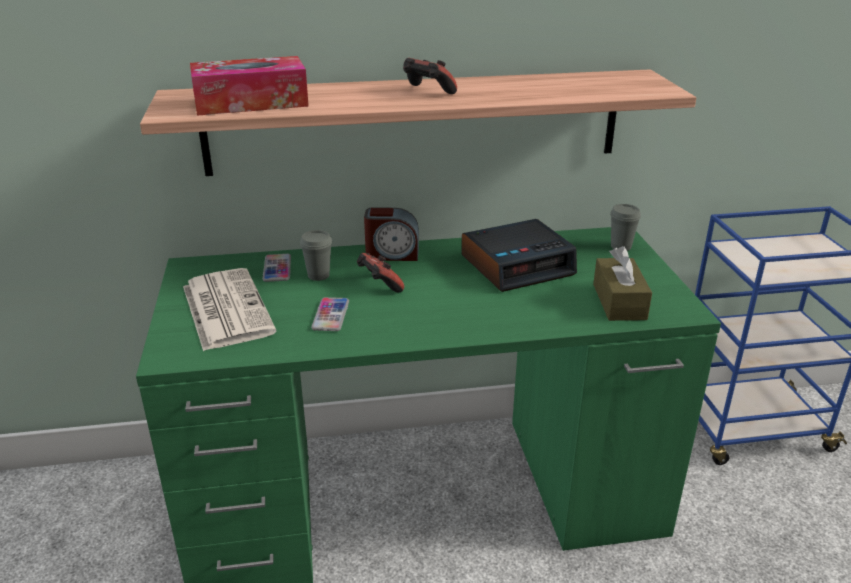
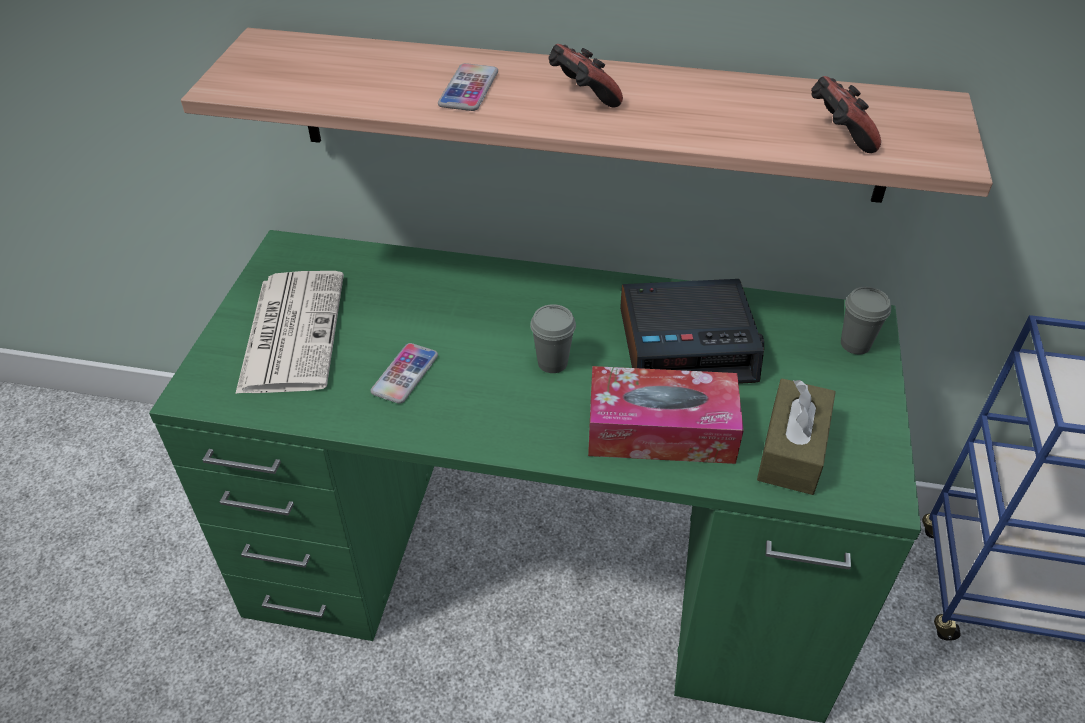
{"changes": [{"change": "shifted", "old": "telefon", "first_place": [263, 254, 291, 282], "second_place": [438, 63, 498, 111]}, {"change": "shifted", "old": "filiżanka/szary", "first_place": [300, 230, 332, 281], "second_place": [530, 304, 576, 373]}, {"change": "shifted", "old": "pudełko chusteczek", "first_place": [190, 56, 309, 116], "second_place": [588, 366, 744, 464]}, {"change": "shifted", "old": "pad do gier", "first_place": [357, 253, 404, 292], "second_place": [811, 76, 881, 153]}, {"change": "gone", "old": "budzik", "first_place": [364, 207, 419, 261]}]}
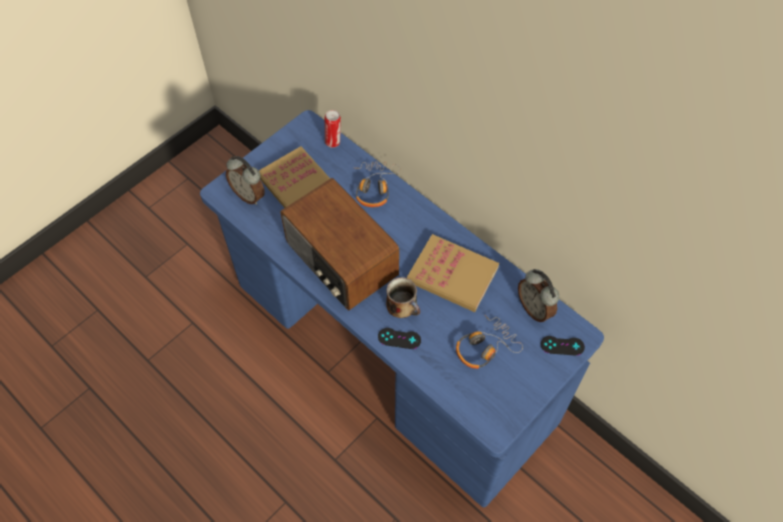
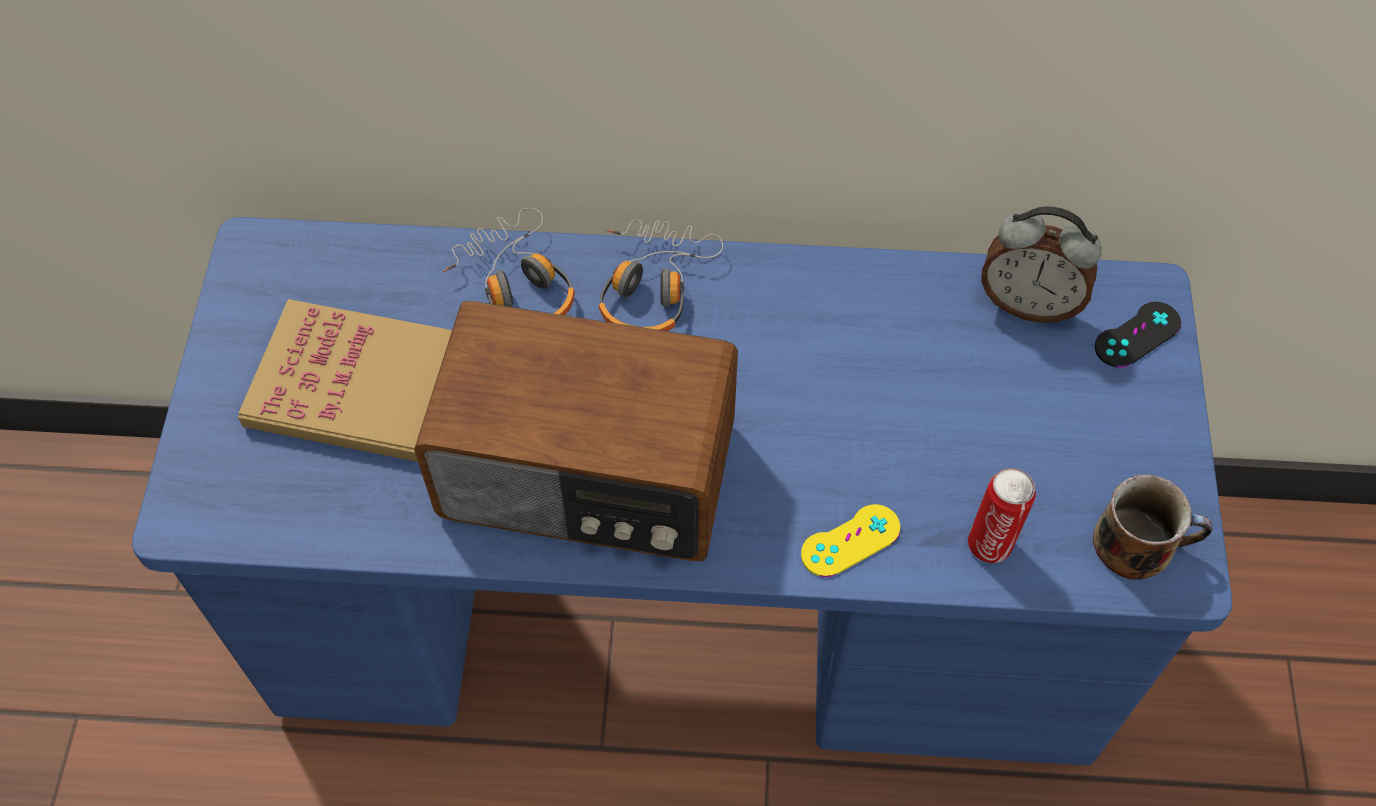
{"changes": [{"change": "shifted", "old": "słuchawki", "first_place": [456, 315, 523, 369], "second_place": [599, 219, 723, 331]}, {"change": "repainted", "old": "pad do gier/czarny", "new": "pad do gier/żółty", "first_place": [378, 328, 421, 349], "second_place": [801, 504, 900, 577]}, {"change": "shifted", "old": "puszka", "first_place": [325, 110, 341, 148], "second_place": [968, 468, 1036, 563]}, {"change": "shifted", "old": "kubek", "first_place": [386, 277, 420, 318], "second_place": [1093, 474, 1212, 580]}, {"change": "gone", "old": "budzik", "first_place": [226, 156, 265, 205]}, {"change": "gone", "old": "książka", "first_place": [407, 234, 499, 312]}]}
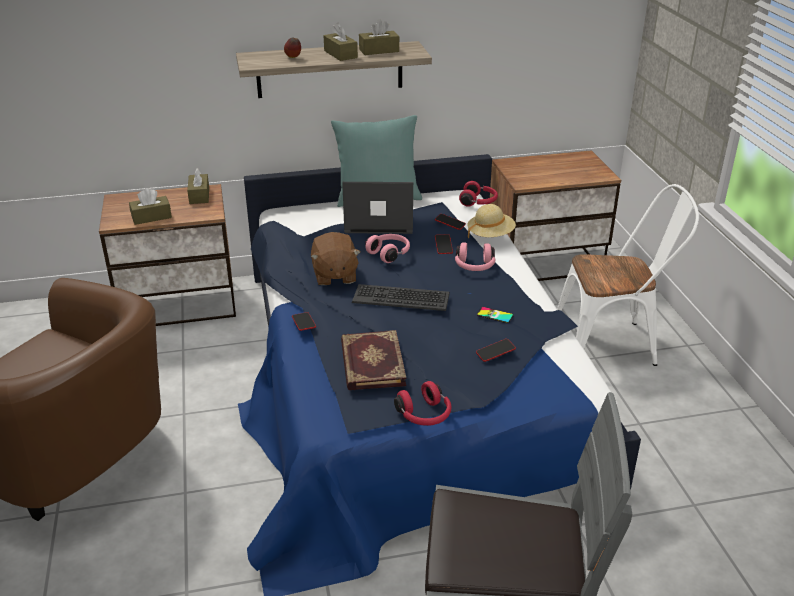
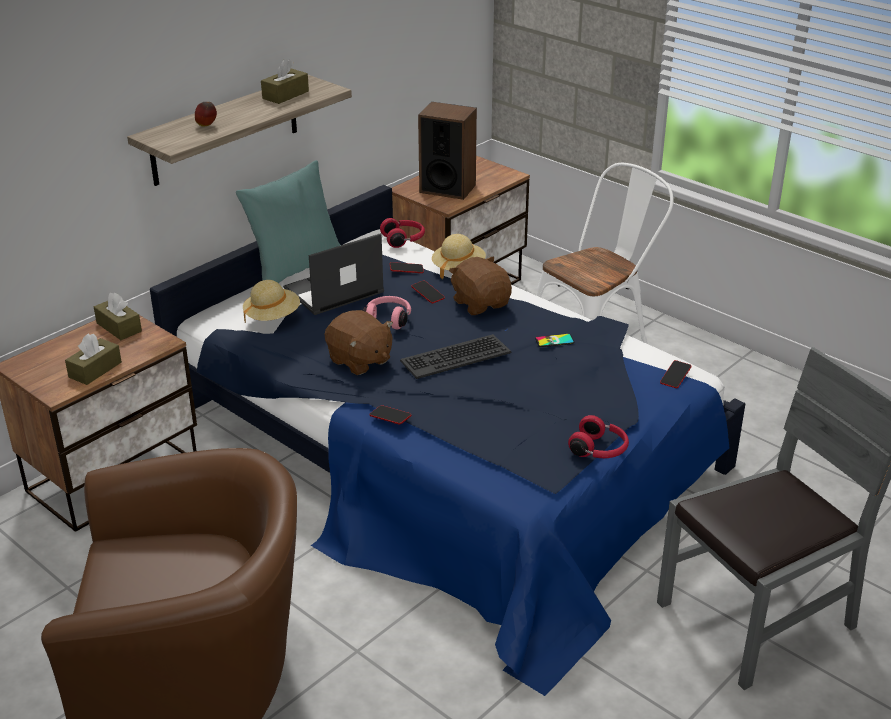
{"changes": [{"change": "new", "new": "kapelusz/beżowy", "second_place": [243, 280, 300, 323]}, {"change": "new", "new": "głośnik", "second_place": [418, 102, 477, 200]}, {"change": "swapped", "old": "słuchawki/różowy", "new": "pluszak/brązowy", "first_place": [455, 242, 495, 271], "second_place": [449, 256, 512, 315]}, {"change": "shifted", "old": "telefon", "first_place": [476, 339, 516, 362], "second_place": [660, 360, 691, 388]}, {"change": "gone", "old": "pudełko chusteczek/brązowy", "first_place": [324, 23, 358, 61]}, {"change": "gone", "old": "książka", "first_place": [341, 330, 406, 390]}]}
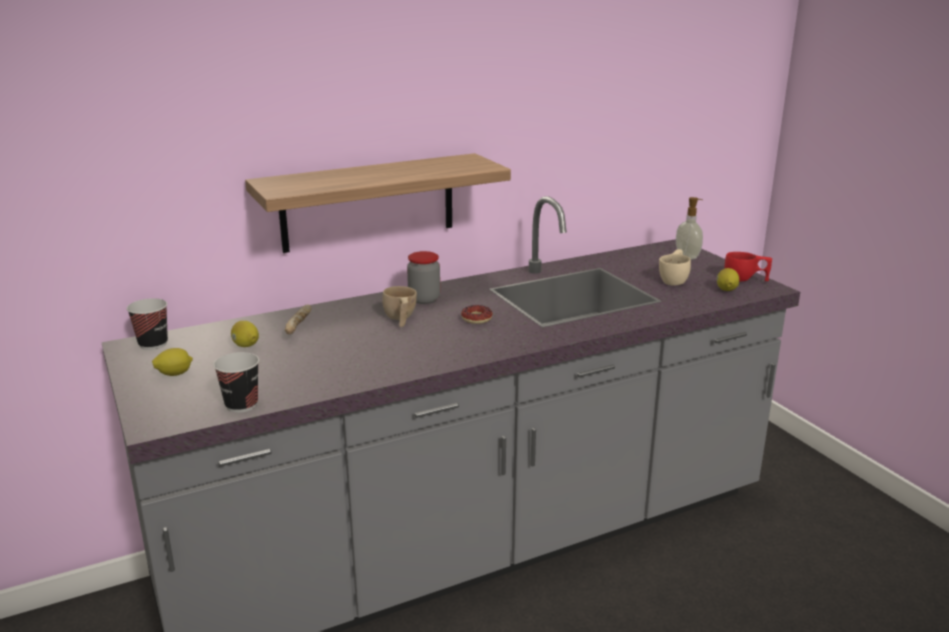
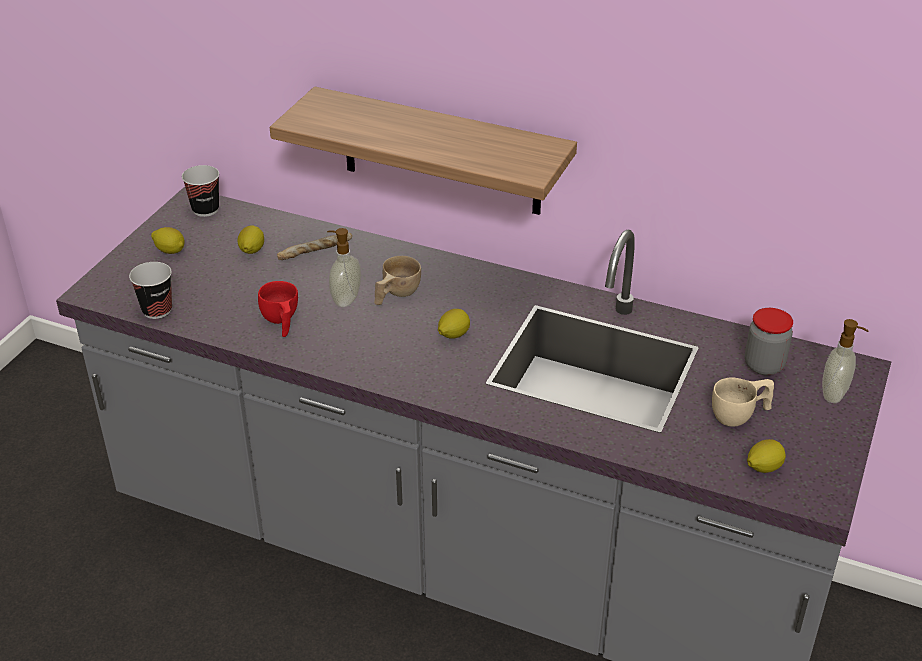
{"changes": [{"change": "shifted", "old": "filiżanka/czerwony", "first_place": [725, 252, 772, 281], "second_place": [258, 281, 298, 337]}, {"change": "new", "new": "dozownik mydła", "second_place": [327, 228, 361, 307]}, {"change": "swapped", "old": "donut", "new": "cytryna", "first_place": [461, 305, 492, 324], "second_place": [438, 309, 470, 339]}, {"change": "shifted", "old": "słoik", "first_place": [407, 251, 440, 304], "second_place": [745, 308, 793, 375]}]}
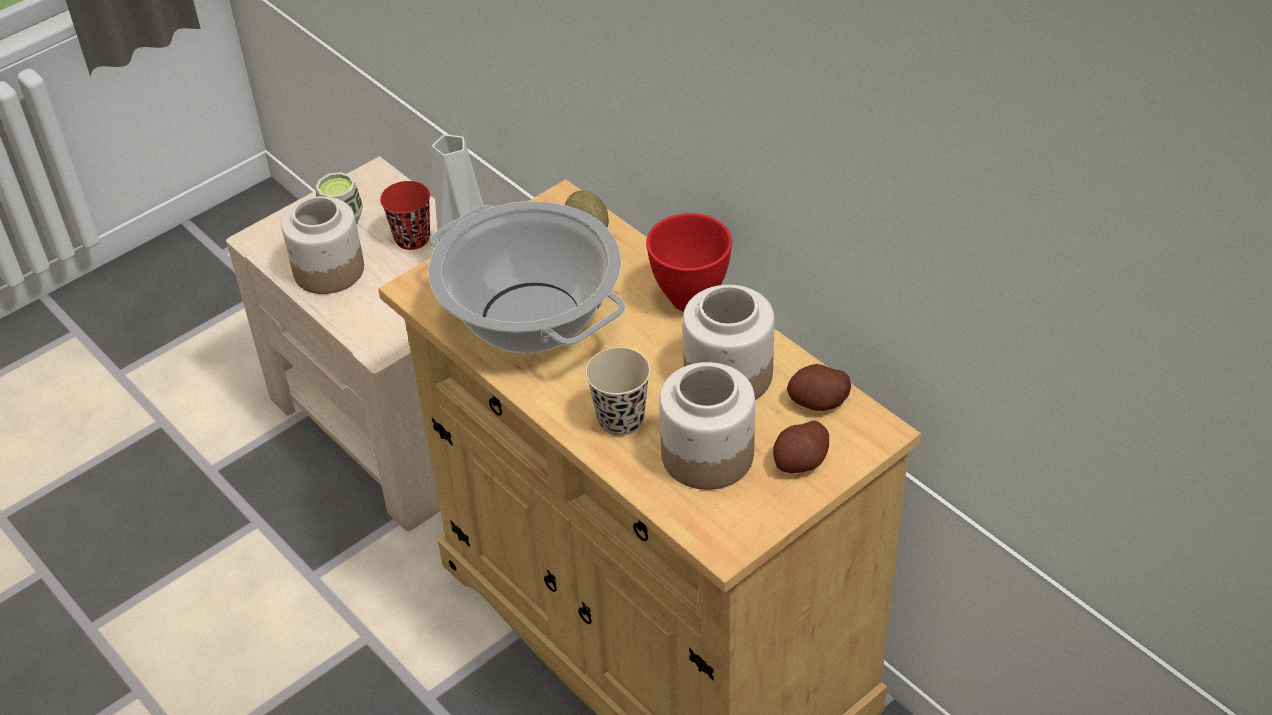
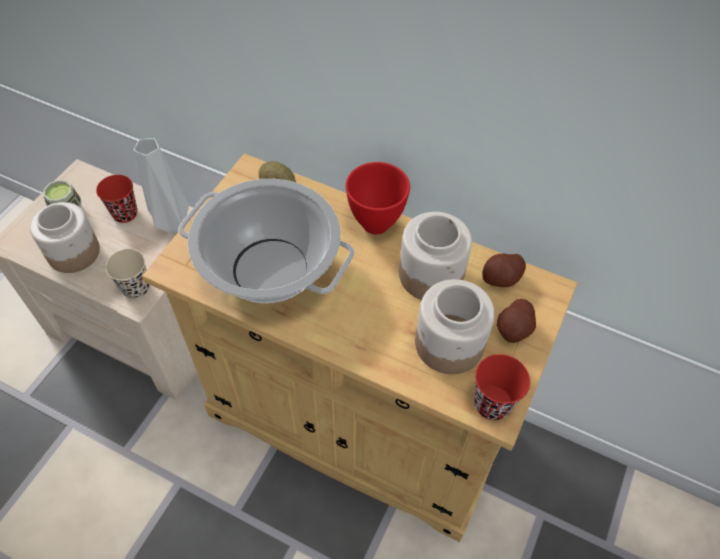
{"changes": [{"change": "shifted", "old": "filiżanka/beżowy", "first_place": [585, 347, 651, 436], "second_place": [105, 249, 149, 299]}, {"change": "new", "new": "filiżanka/czerwony", "second_place": [474, 354, 530, 420]}]}
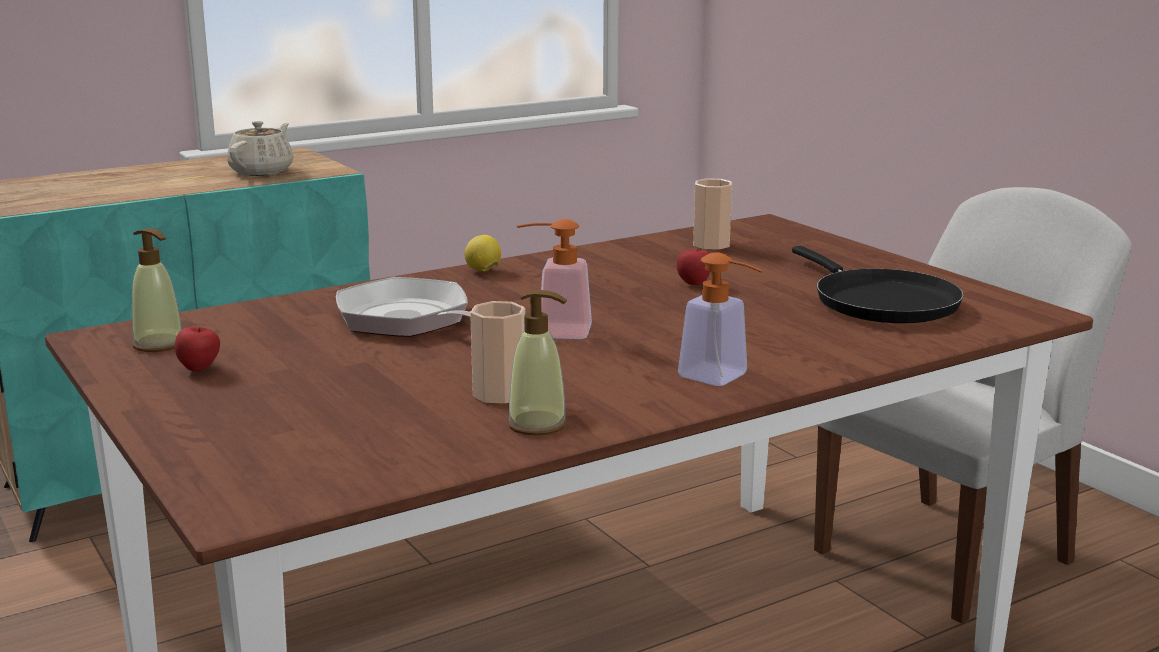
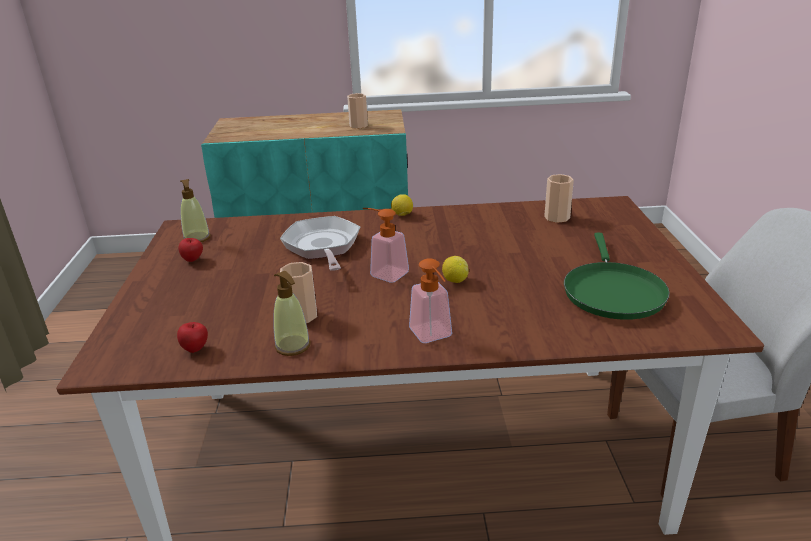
{"changes": [{"change": "shifted", "old": "jabłko", "first_place": [677, 248, 710, 285], "second_place": [177, 322, 208, 353]}, {"change": "swapped", "old": "imbryk/beżowy", "new": "filiżanka", "first_place": [227, 121, 293, 176], "second_place": [347, 93, 368, 129]}, {"change": "new", "new": "cytryna", "second_place": [442, 256, 469, 283]}, {"change": "repainted", "old": "patelnia/czarny", "new": "patelnia/zielony", "first_place": [792, 246, 964, 323], "second_place": [564, 233, 670, 320]}]}
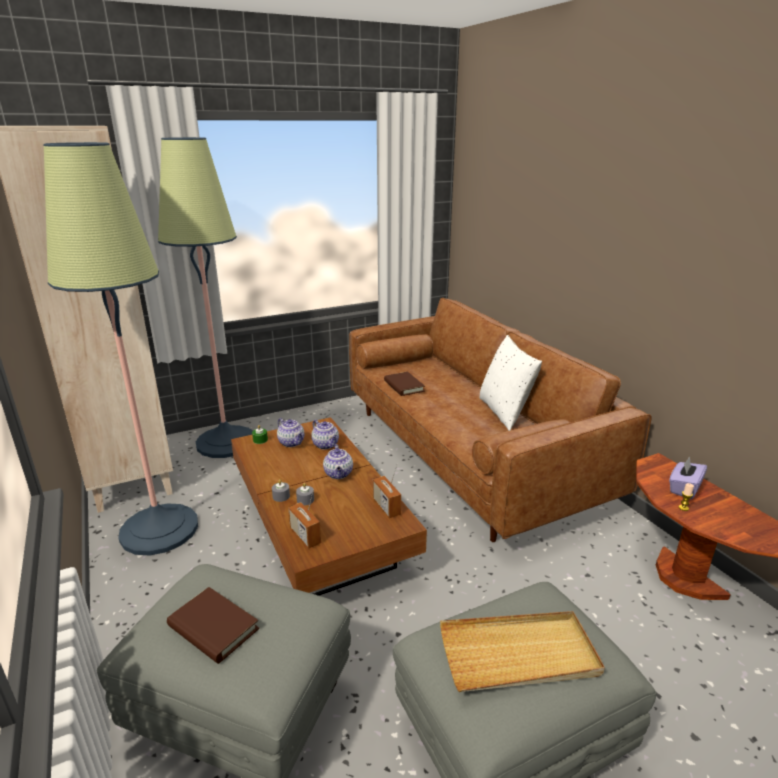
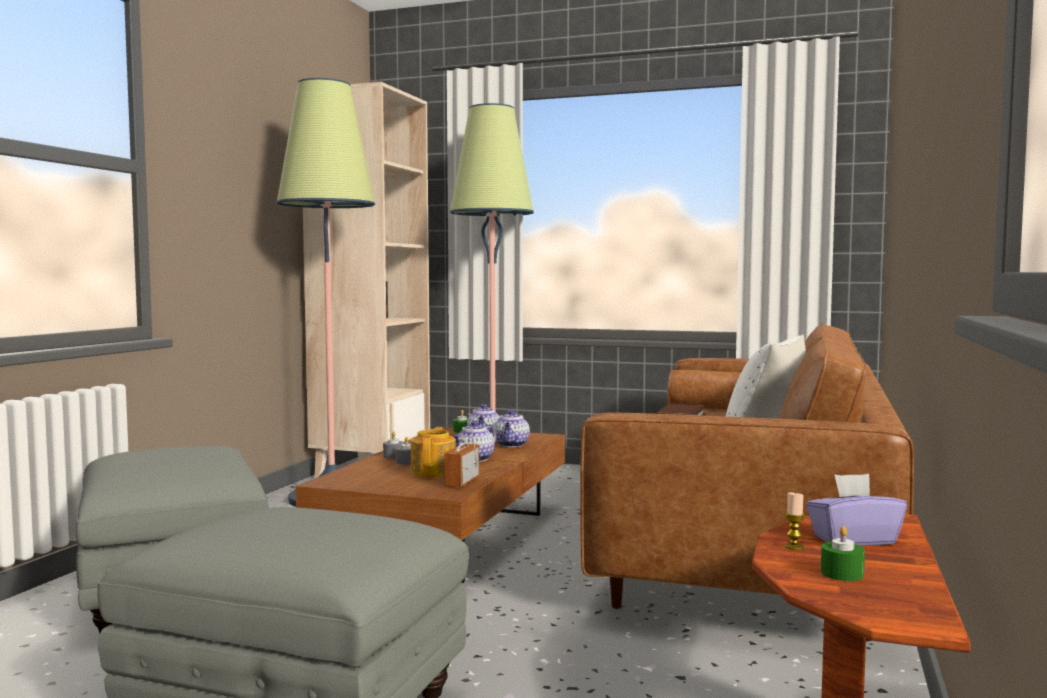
{"changes": [{"change": "new", "new": "imbryk", "second_place": [411, 427, 456, 478]}, {"change": "new", "new": "świeca/zielony", "second_place": [821, 526, 865, 581]}, {"change": "gone", "old": "książka/brązowy", "first_place": [167, 587, 259, 664]}, {"change": "gone", "old": "radio", "first_place": [288, 489, 321, 548]}, {"change": "gone", "old": "taca/beżowy", "first_place": [440, 611, 605, 692]}]}
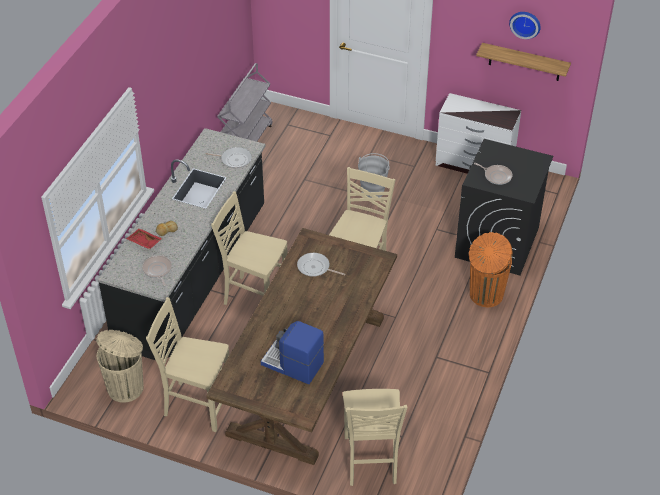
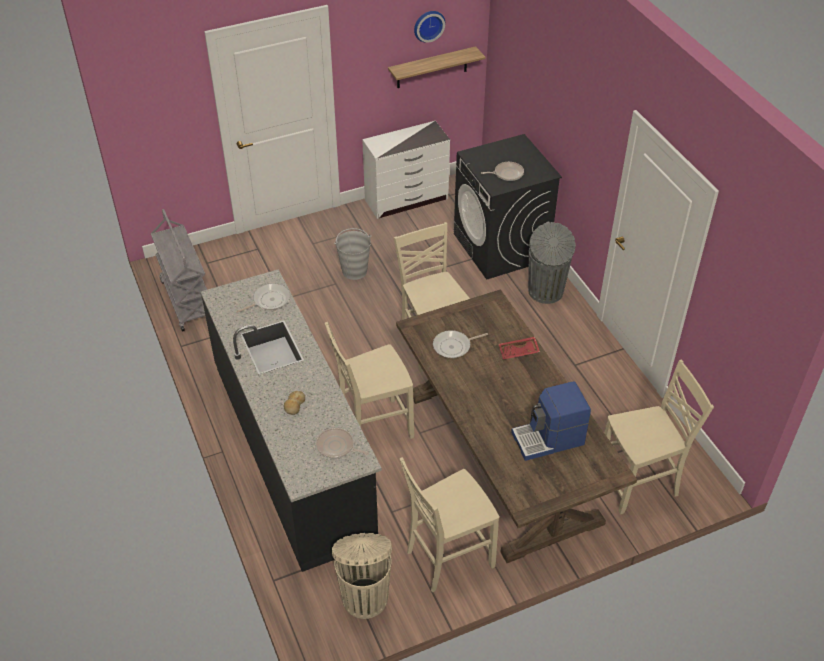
{"changes": [{"change": "shifted", "old": "taca/czerwony", "first_place": [126, 228, 162, 249], "second_place": [499, 337, 540, 359]}, {"change": "repainted", "old": "kosz na śmieci/pomarańczowy", "new": "kosz na śmieci/szary", "first_place": [469, 232, 512, 307], "second_place": [528, 222, 576, 304]}, {"change": "rotated", "old": "krzesło/beżowy", "first_place": [343, 389, 407, 486], "second_place": [604, 360, 714, 515], "degrees": -60}]}
